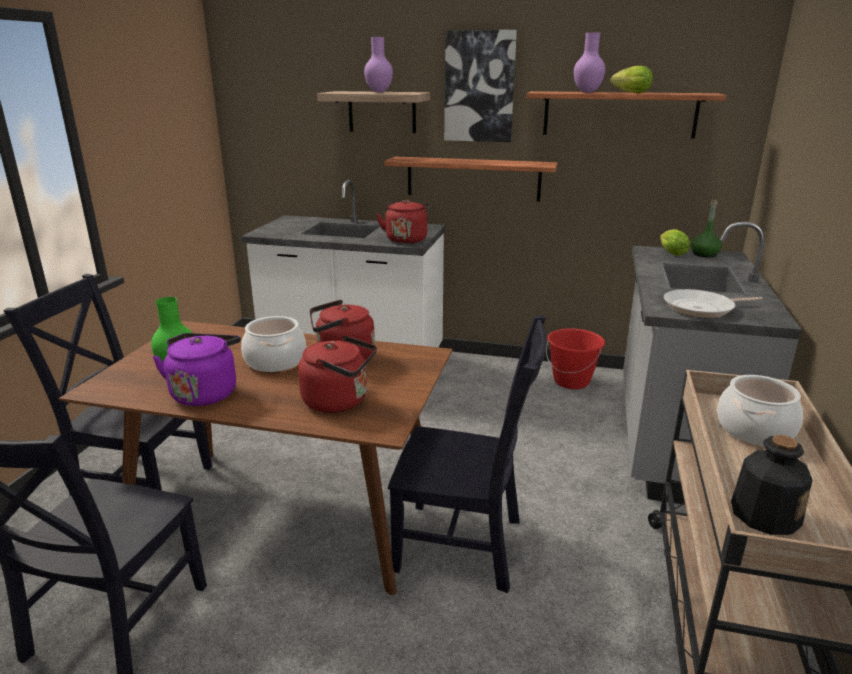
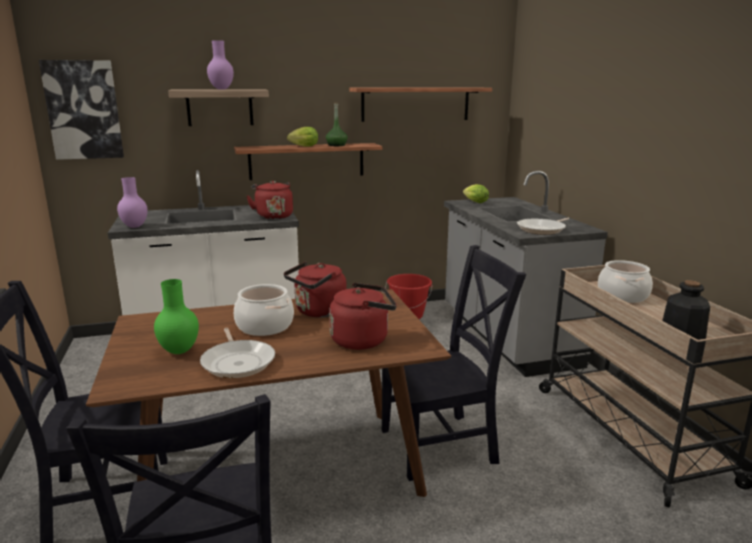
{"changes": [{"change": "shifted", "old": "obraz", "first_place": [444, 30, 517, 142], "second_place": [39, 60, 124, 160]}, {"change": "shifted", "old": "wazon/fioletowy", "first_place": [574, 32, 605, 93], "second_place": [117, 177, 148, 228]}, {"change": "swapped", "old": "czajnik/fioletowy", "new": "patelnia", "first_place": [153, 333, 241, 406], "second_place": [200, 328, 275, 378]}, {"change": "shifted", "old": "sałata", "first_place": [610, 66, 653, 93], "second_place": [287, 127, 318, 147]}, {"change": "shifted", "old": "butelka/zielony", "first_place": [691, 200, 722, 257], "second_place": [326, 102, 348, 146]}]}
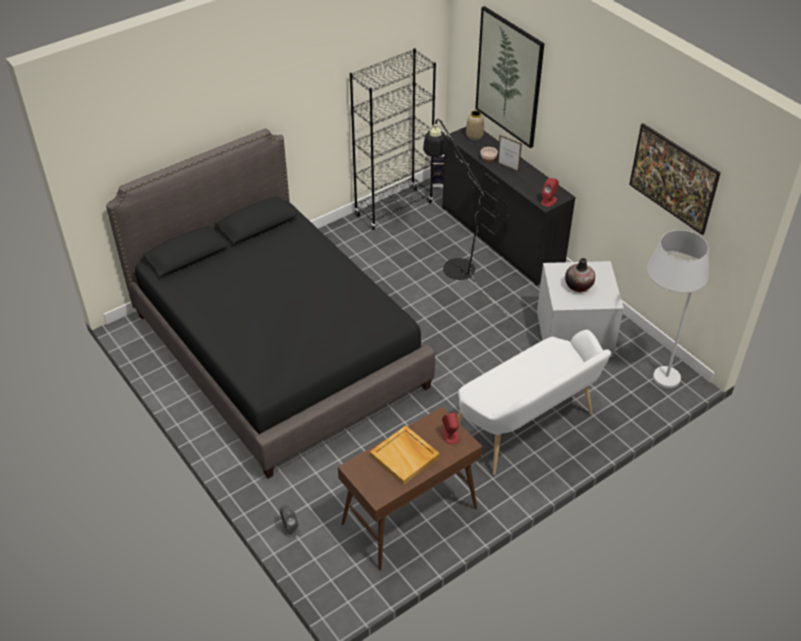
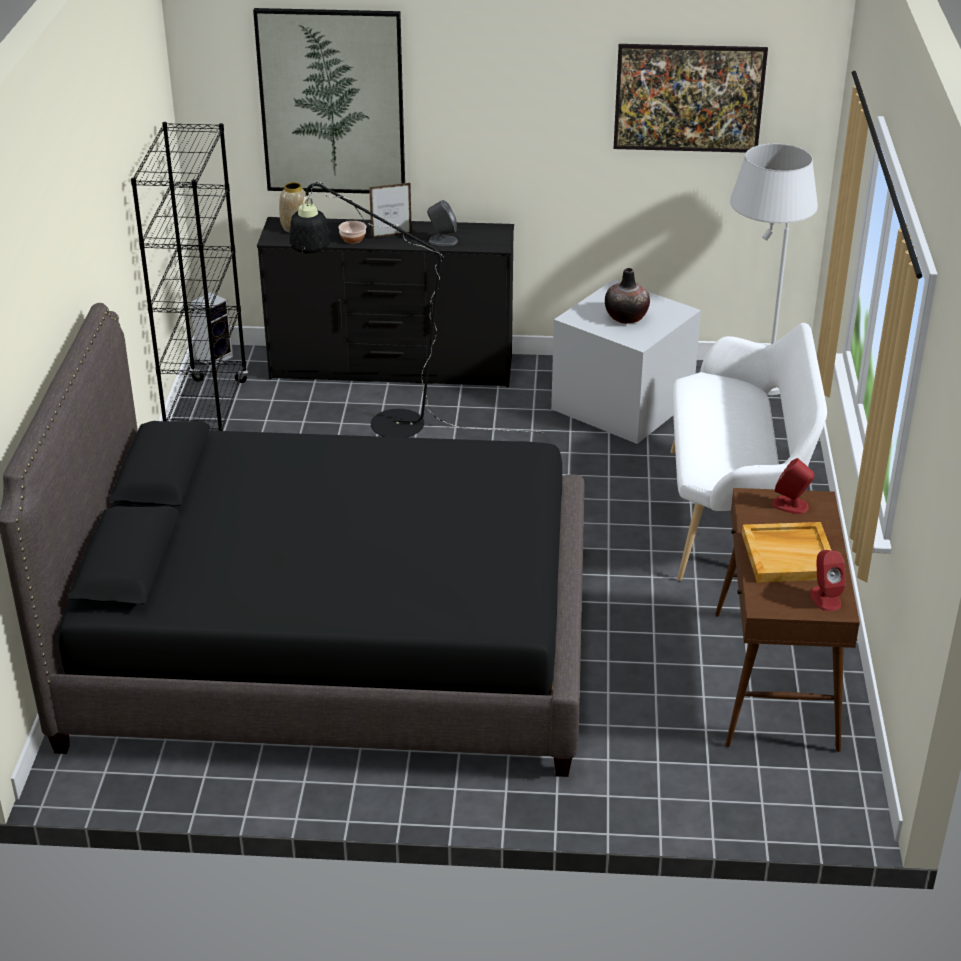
{"changes": [{"change": "shifted", "old": "głośnik/szary", "first_place": [280, 505, 299, 538], "second_place": [427, 200, 458, 246]}, {"change": "shifted", "old": "głośnik/czerwony", "first_place": [541, 178, 559, 207], "second_place": [810, 550, 845, 611]}]}
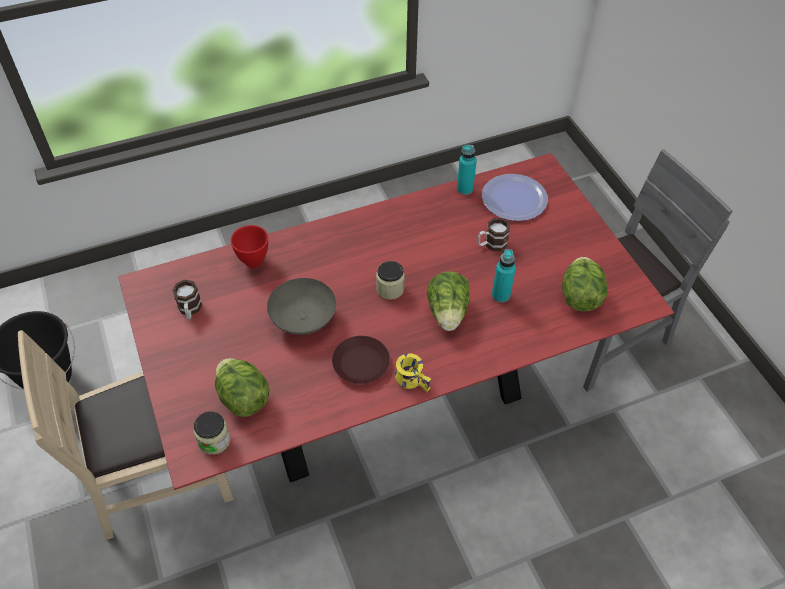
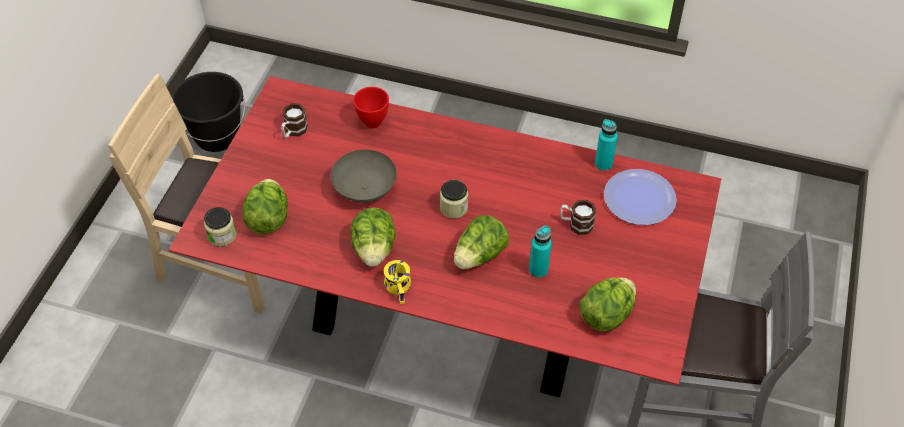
{"changes": [{"change": "swapped", "old": "talerz/brązowy", "new": "sałata", "first_place": [332, 336, 390, 384], "second_place": [350, 207, 396, 267]}]}
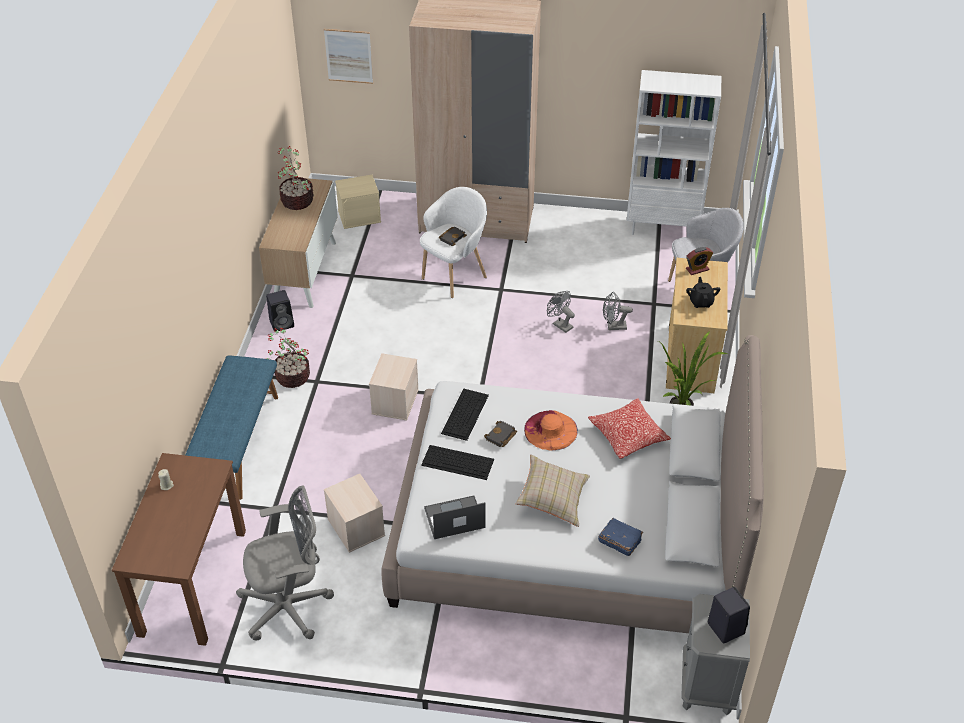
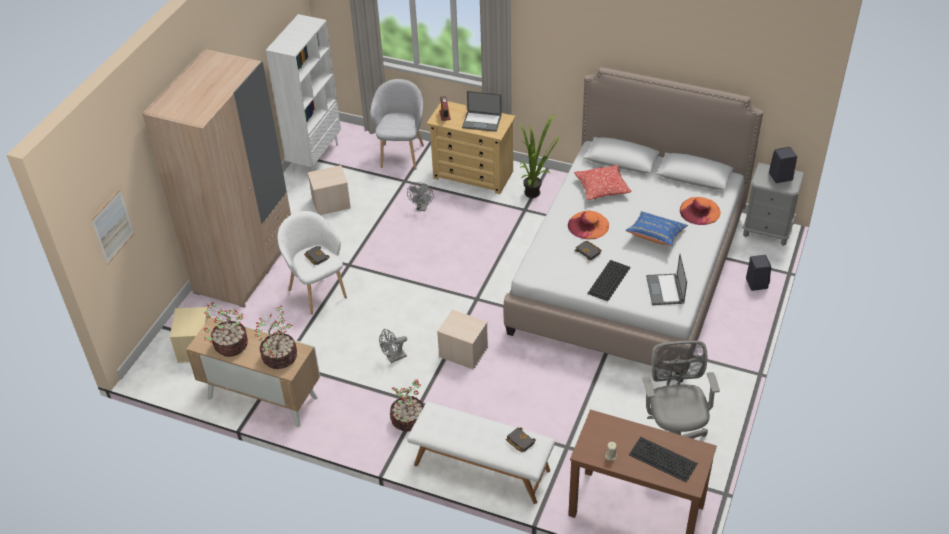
{"changes": [{"change": "new", "new": "roślina doniczkowa", "second_place": [255, 306, 297, 369]}, {"change": "shifted", "old": "pojemnik do przechowywania/beżowy", "first_place": [324, 474, 385, 553], "second_place": [308, 165, 351, 215]}, {"change": "shifted", "old": "wentylator/szary", "first_place": [547, 291, 575, 333], "second_place": [379, 329, 407, 363]}, {"change": "repainted", "old": "ławka/niebieski", "new": "ławka/biały", "first_place": [185, 355, 278, 500], "second_place": [407, 402, 555, 504]}, {"change": "swapped", "old": "imbryk/czarny", "new": "laptop", "first_place": [686, 277, 720, 308], "second_place": [462, 91, 502, 132]}, {"change": "new", "new": "książka/czarny", "second_place": [506, 427, 536, 452]}, {"change": "repainted", "old": "poduszka/beżowy", "new": "poduszka/niebieski", "first_place": [516, 454, 590, 527], "second_place": [625, 211, 688, 246]}, {"change": "shifted", "old": "klawiatura", "first_place": [441, 388, 489, 441], "second_place": [629, 437, 698, 482]}, {"change": "swapped", "old": "książka/niebieski", "new": "kapelusz/pomarańczowy", "first_place": [598, 518, 643, 556], "second_place": [680, 197, 721, 225]}, {"change": "shifted", "old": "głośnik/czarny", "first_place": [266, 290, 294, 332], "second_place": [746, 255, 771, 291]}]}
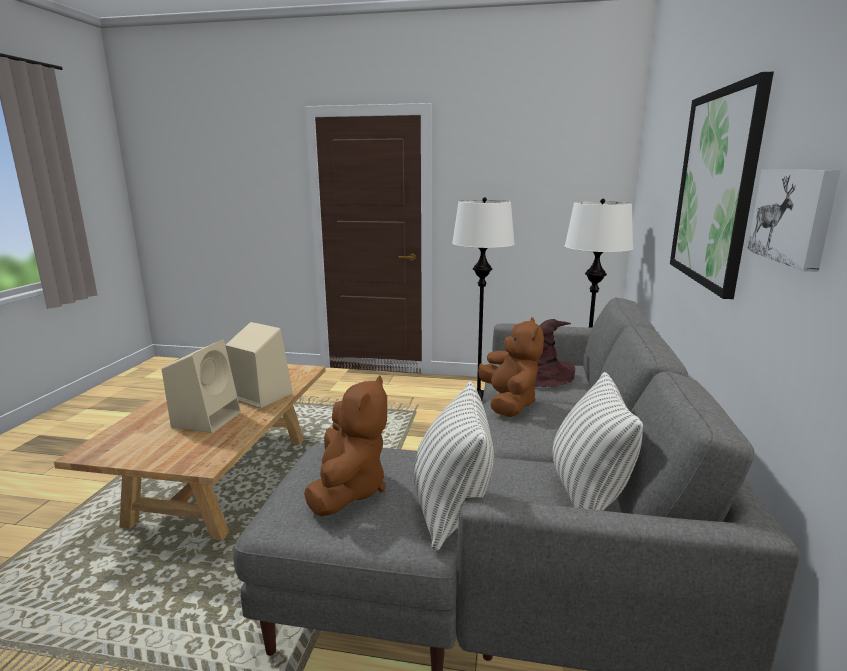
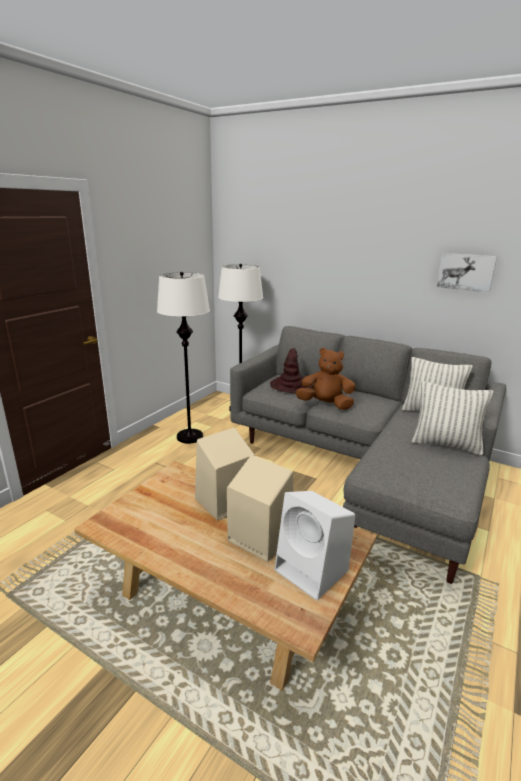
{"changes": [{"change": "new", "new": "głośnik/biały", "second_place": [274, 491, 355, 600]}, {"change": "gone", "old": "pluszak/brązowy", "first_place": [304, 376, 387, 517]}, {"change": "gone", "old": "obraz", "first_place": [670, 72, 774, 299]}]}
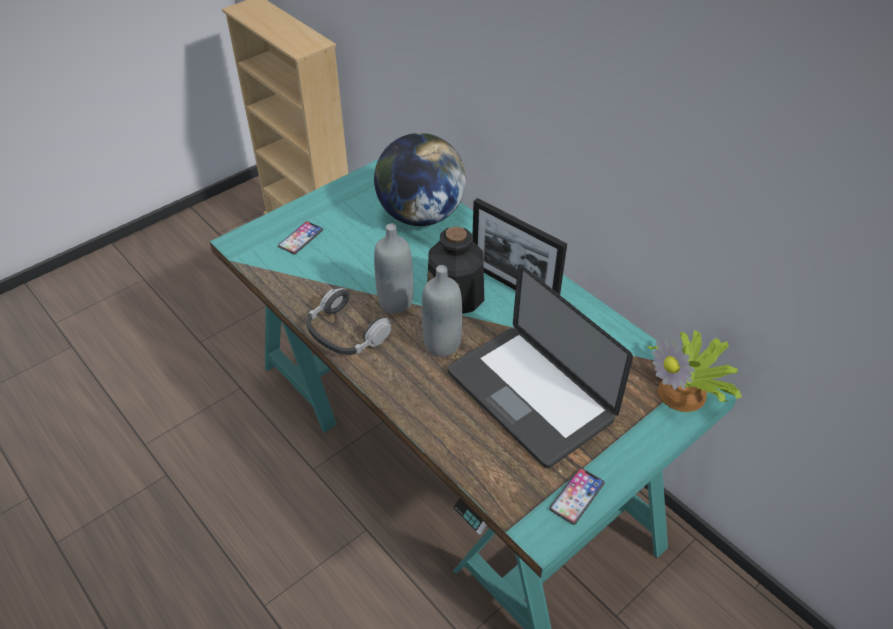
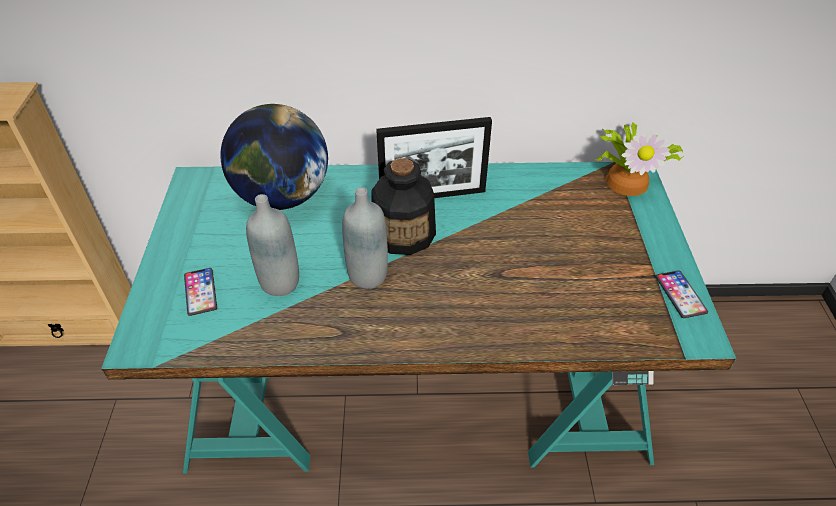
{"changes": [{"change": "shifted", "old": "butelka/szary", "first_place": [422, 265, 462, 357], "second_place": [246, 194, 299, 296]}, {"change": "gone", "old": "słuchawki", "first_place": [306, 288, 392, 355]}, {"change": "gone", "old": "laptop", "first_place": [447, 264, 633, 468]}]}
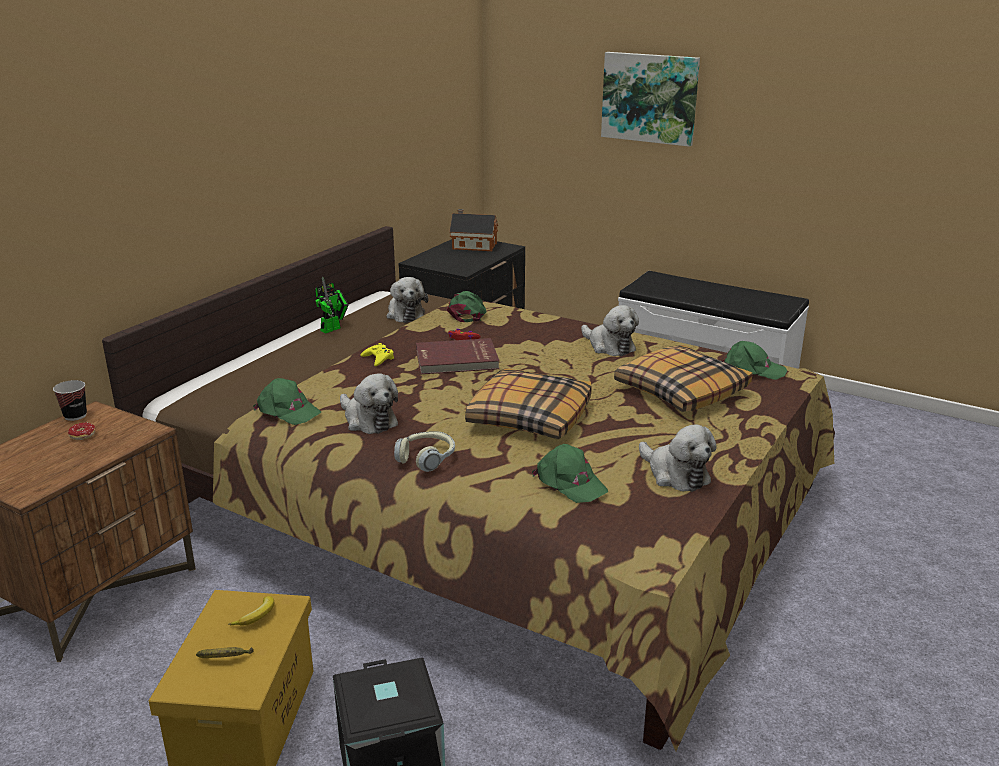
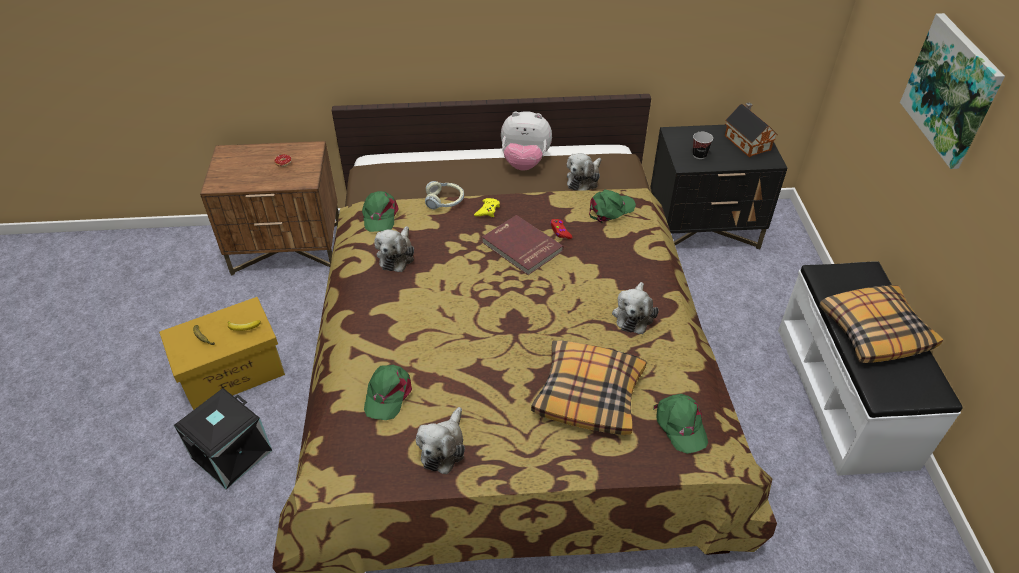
{"changes": [{"change": "shifted", "old": "słuchawki", "first_place": [394, 431, 455, 472], "second_place": [425, 181, 464, 209]}, {"change": "swapped", "old": "robot zabawkowy", "new": "pluszak", "first_place": [315, 277, 349, 333], "second_place": [501, 111, 552, 171]}, {"change": "shifted", "old": "filiżanka", "first_place": [53, 380, 87, 421], "second_place": [693, 132, 713, 159]}, {"change": "shifted", "old": "poduszka", "first_place": [465, 368, 592, 439], "second_place": [819, 285, 943, 363]}]}
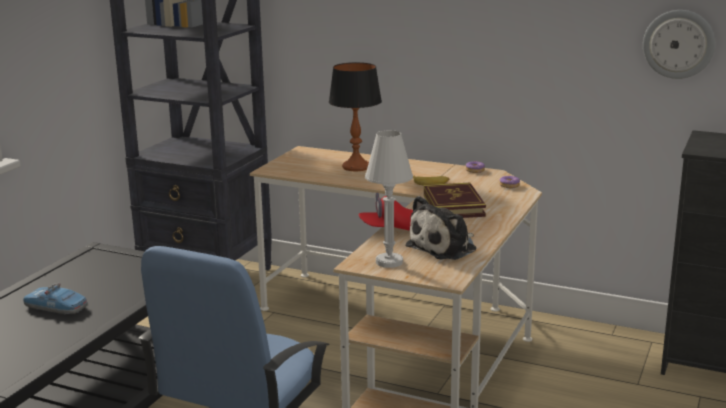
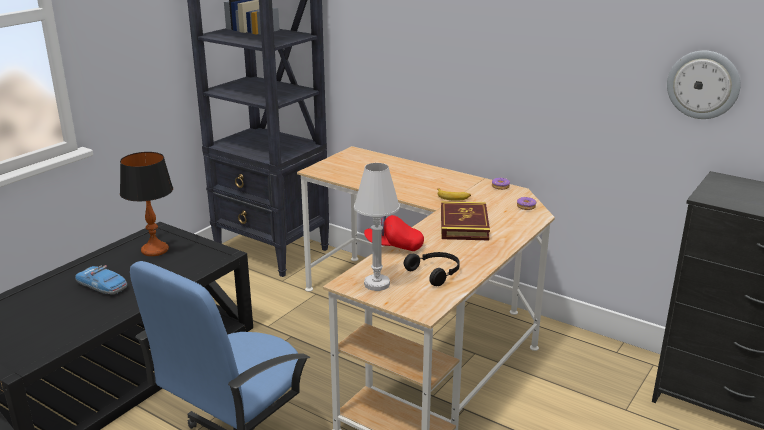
{"changes": [{"change": "shifted", "old": "lampa stołowa", "first_place": [329, 62, 382, 171], "second_place": [120, 152, 173, 256]}, {"change": "swapped", "old": "pluszak", "new": "słuchawki/czarny", "first_place": [405, 196, 476, 260], "second_place": [404, 252, 460, 286]}]}
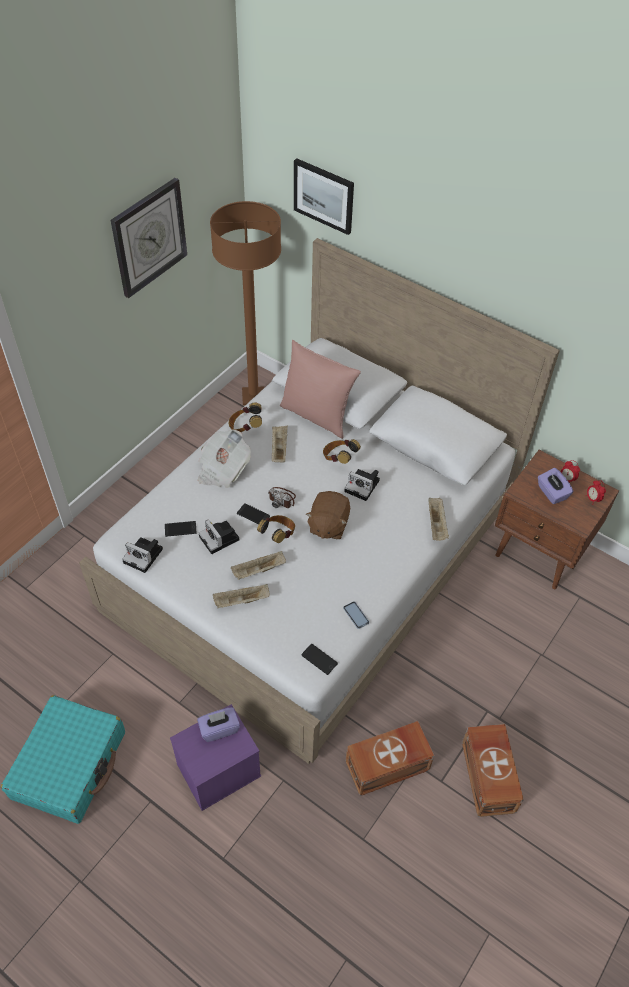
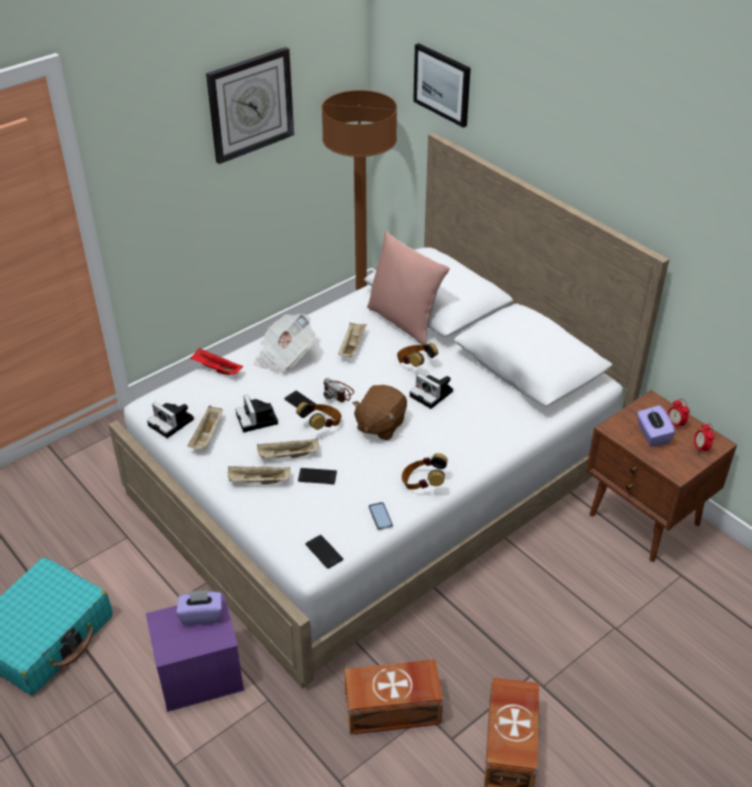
{"changes": [{"change": "shifted", "old": "taca/beżowy", "first_place": [429, 497, 449, 541], "second_place": [188, 406, 223, 449]}, {"change": "new", "new": "taca/czerwony", "second_place": [190, 348, 243, 375]}, {"change": "shifted", "old": "telefon", "first_place": [165, 521, 197, 537], "second_place": [298, 468, 337, 484]}, {"change": "shifted", "old": "słuchawki", "first_place": [229, 402, 262, 432], "second_place": [401, 453, 448, 490]}]}
